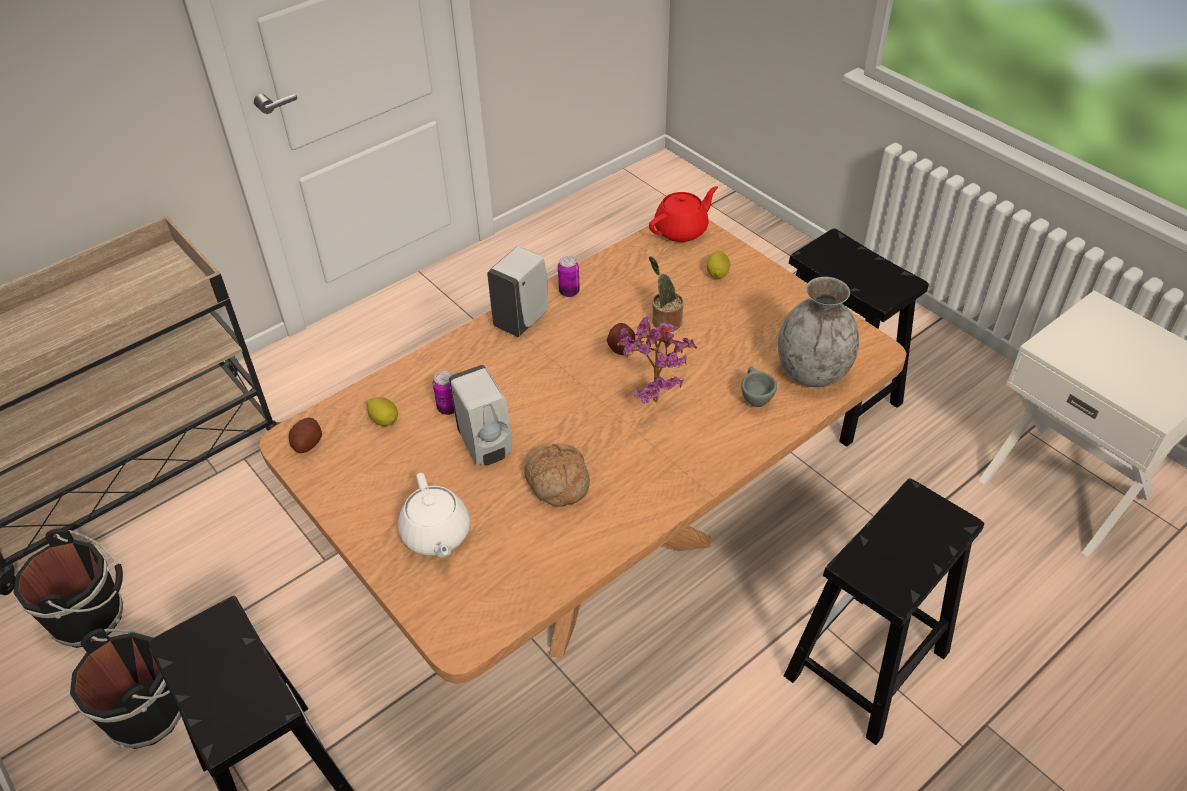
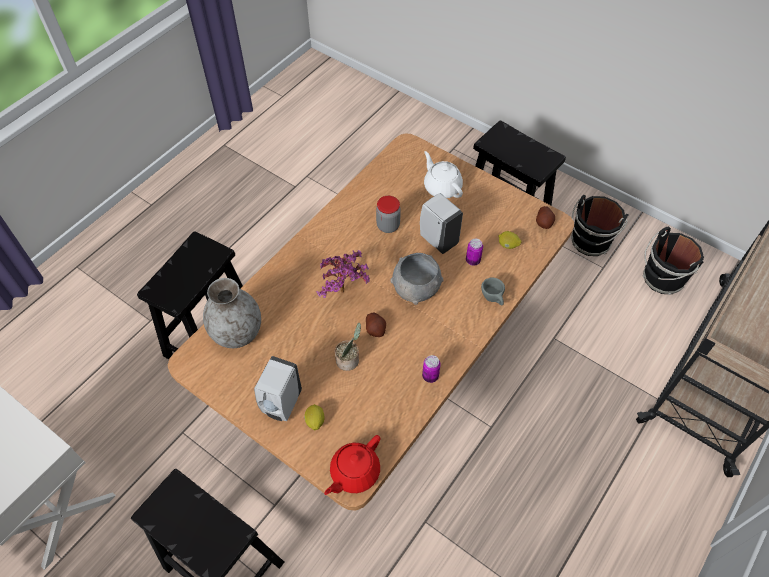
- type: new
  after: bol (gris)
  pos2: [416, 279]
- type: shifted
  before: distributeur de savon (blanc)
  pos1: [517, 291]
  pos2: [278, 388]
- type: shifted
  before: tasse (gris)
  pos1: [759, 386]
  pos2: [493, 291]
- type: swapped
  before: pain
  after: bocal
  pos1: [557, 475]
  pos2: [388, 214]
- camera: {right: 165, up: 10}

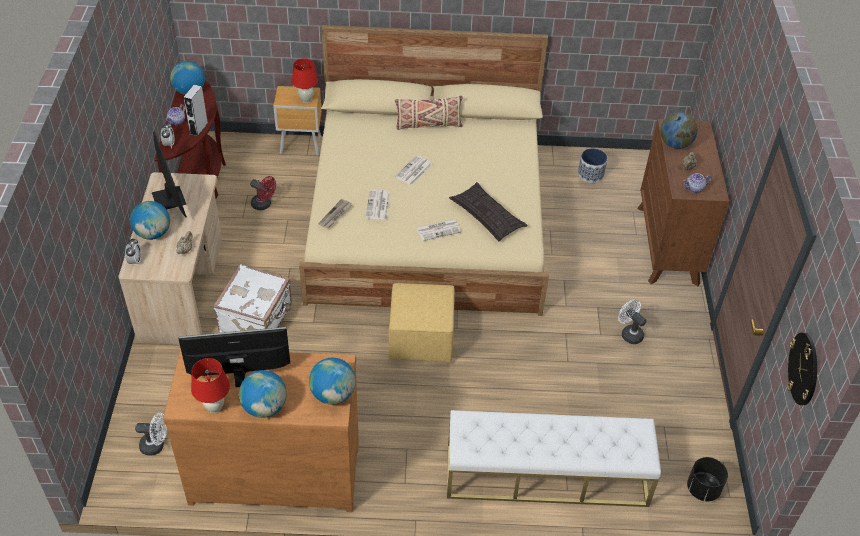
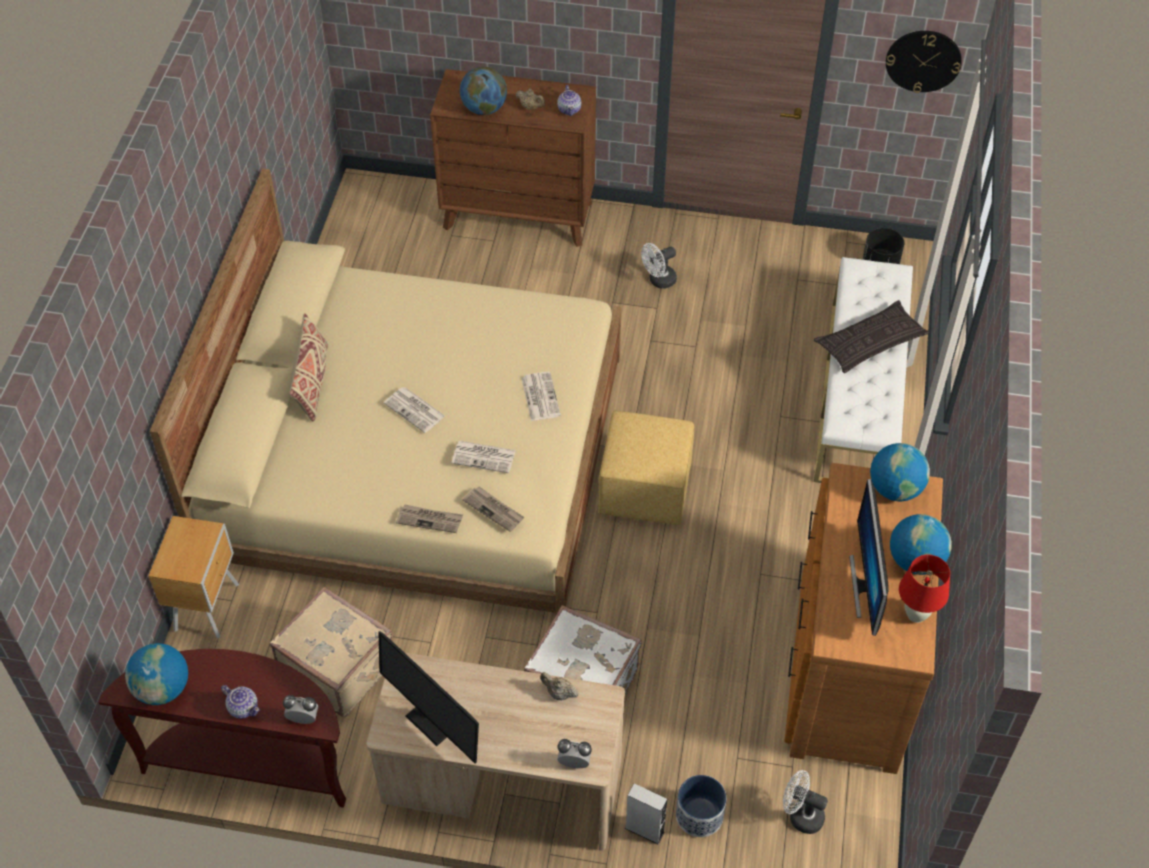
- type: gone
  before: globe
  pos1: [150, 220]
- type: gone
  before: lampe de table (rouge)
  pos1: [305, 80]
- type: new
  after: journal
  pos2: [429, 518]
- type: shifted
  before: enceinte (gris)
  pos1: [196, 110]
  pos2: [646, 813]
- type: shifted
  before: coussin
  pos1: [488, 211]
  pos2: [871, 336]
- type: shifted
  before: cache-pot
  pos1: [592, 165]
  pos2: [701, 806]
- type: swapped
  before: ventilateur (rouge)
  after: valise (beige)
  pos1: [263, 193]
  pos2: [331, 652]
- type: rotated
  before: ventilateur (blanc)
  pos1: [151, 434]
  pos2: [805, 802]
  turn: -75
- type: rotated
  before: écran d'ordinateur
  pos1: [169, 174]
  pos2: [428, 697]
  turn: -120
- camera: {right: -80, up: 5}

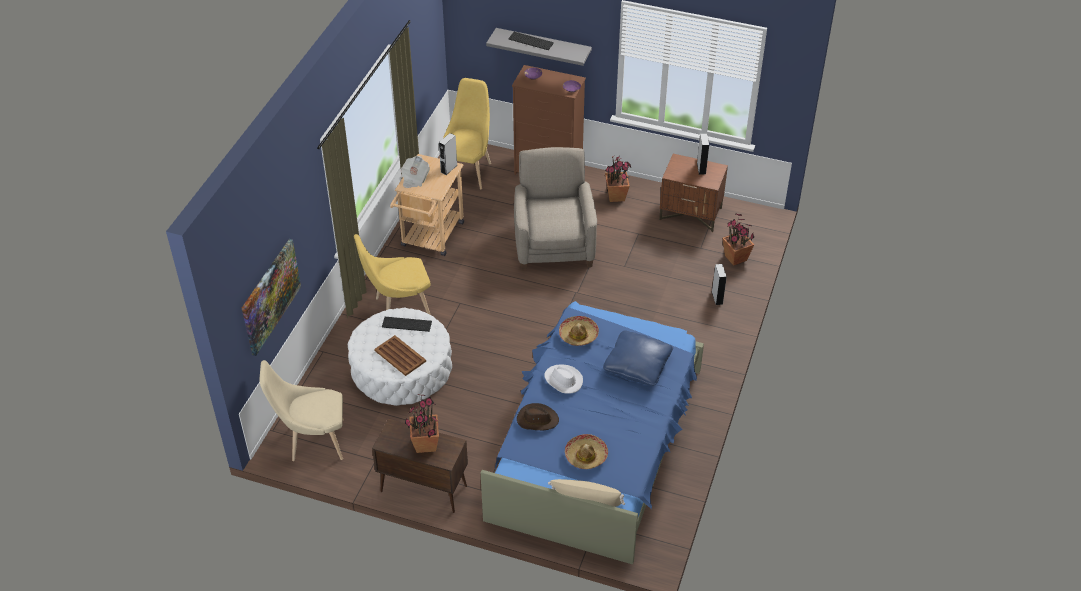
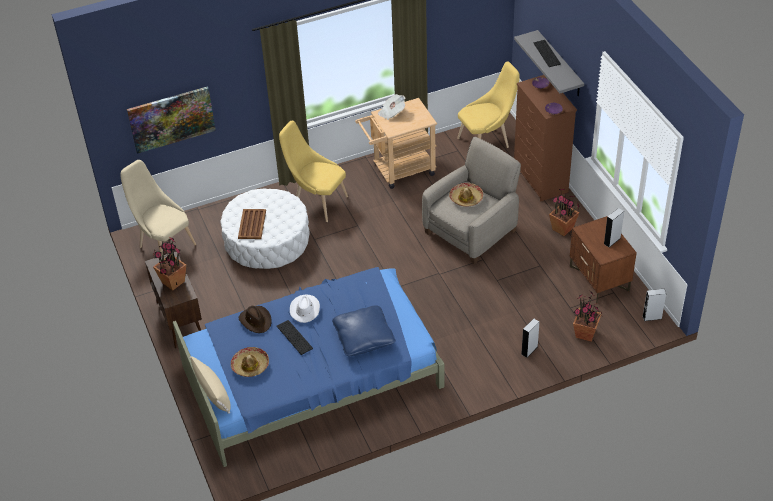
- type: shifted
  before: clavier
  pos1: [407, 324]
  pos2: [295, 337]
- type: shifted
  before: enceinte (gris)
  pos1: [448, 154]
  pos2: [654, 305]
- type: shifted
  before: chapeau
  pos1: [579, 331]
  pos2: [466, 195]
- camera: {right: 50, up: 0}

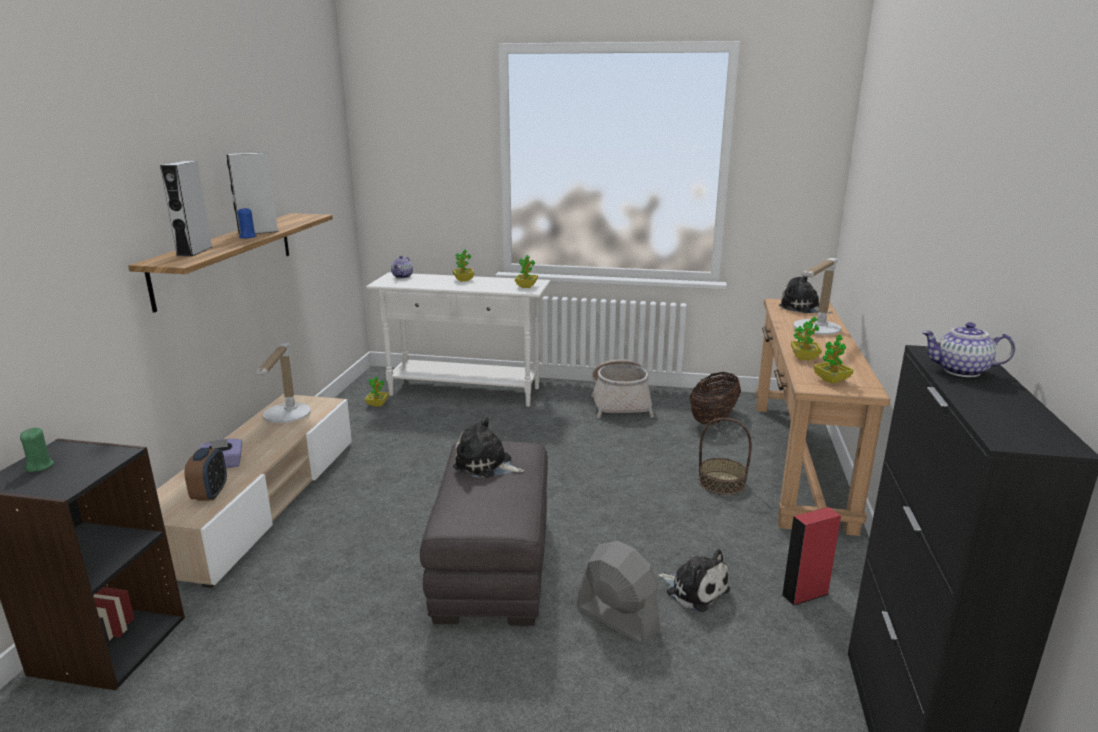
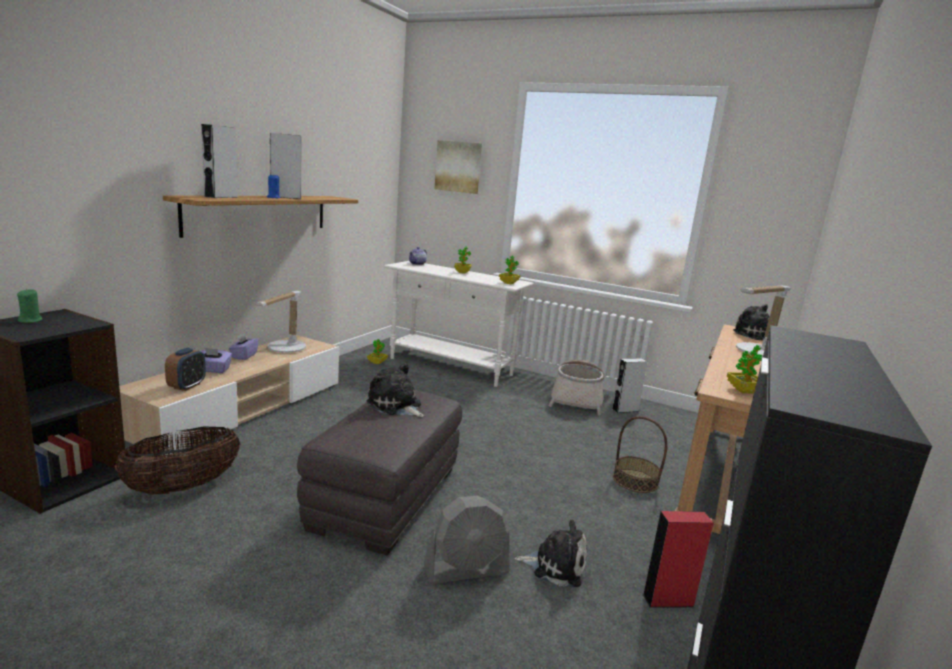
- type: gone
  before: plante en pot
  pos1: [806, 338]
- type: gone
  before: théière
  pos1: [968, 349]
- type: new
  after: boîte à mouchoirs (violet)
  pos2: [244, 346]
- type: new
  after: tableau
  pos2: [458, 167]
- type: new
  after: enceinte (gris)
  pos2: [630, 385]
- type: shifted
  before: panier
  pos1: [715, 398]
  pos2: [177, 460]
- type: rotated
  before: ventilateur (gris)
  pos1: [618, 592]
  pos2: [466, 540]
  turn: 105
- type: rotated
  before: peluche
  pos1: [693, 580]
  pos2: [551, 553]
  turn: -45
- camera: {right: 15, up: -5}

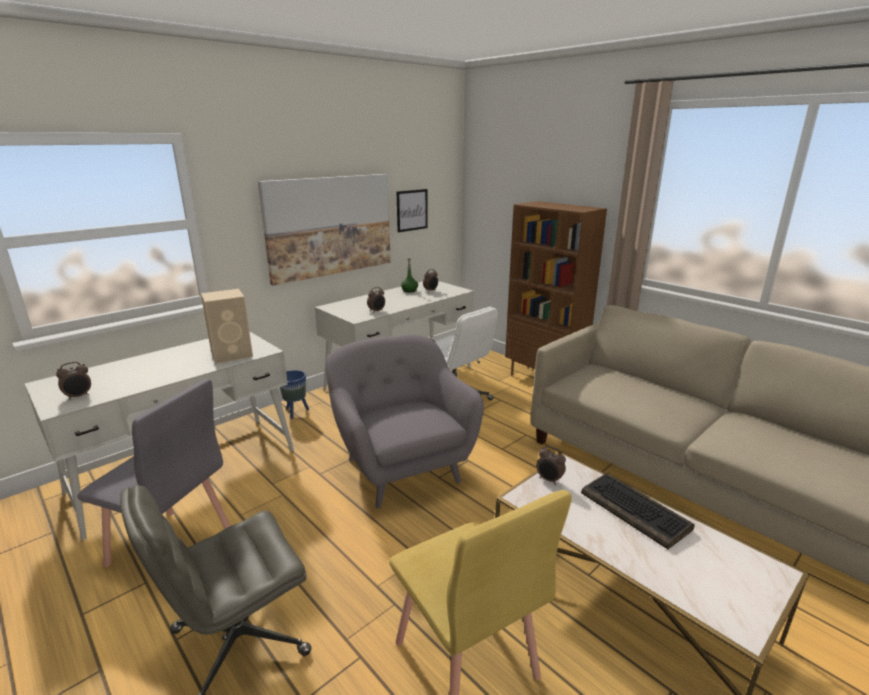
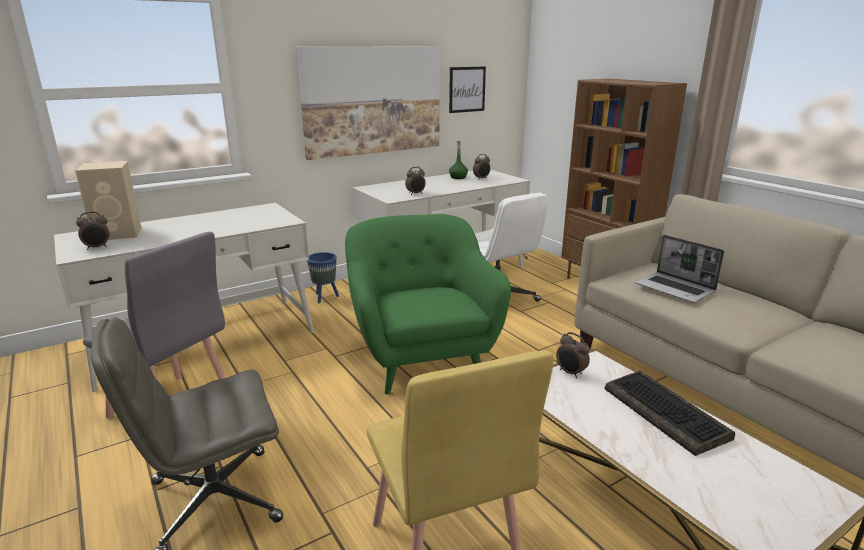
- type: new
  after: ordinateur portable
  pos2: [679, 269]
- type: shifted
  before: enceinte (beige)
  pos1: [227, 326]
  pos2: [108, 200]
- type: repainted
  before: fauteuil (gris)
  after: fauteuil (vert)
  pos1: [405, 421]
  pos2: [428, 304]
- camera: {right: 10, up: 0}

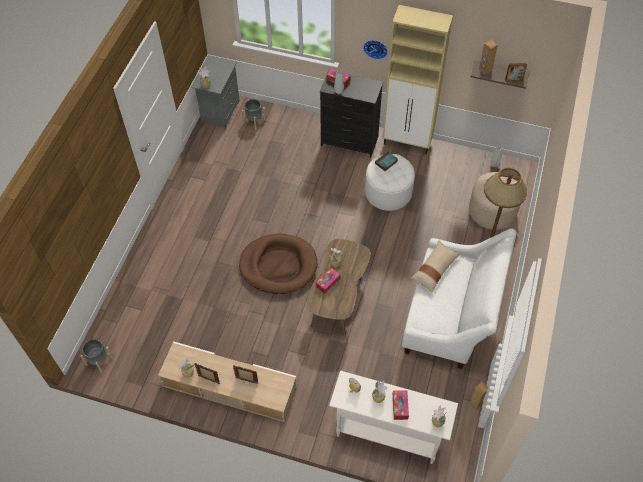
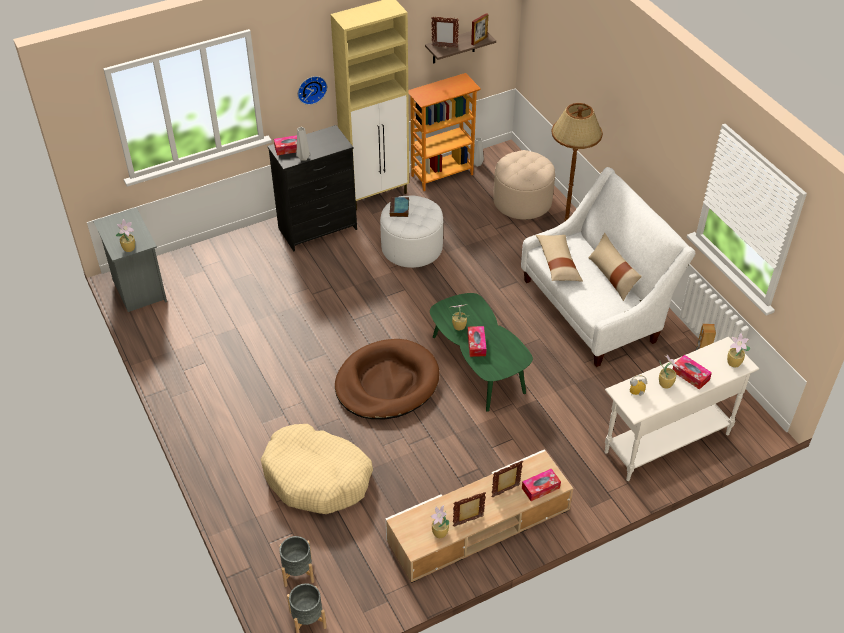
- type: new
  after: panier pour chien (beige)
  pos2: [316, 469]
- type: new
  after: bibliothèque
  pos2: [444, 132]
- type: new
  after: boîte à mouchoirs
  pos2: [541, 484]
- type: new
  after: coussin (beige)
  pos2: [615, 267]
- type: shifted
  before: cache-pot (gris)
  pos1: [254, 114]
  pos2: [296, 561]
- type: swapped
  before: enceinte (marron)
  after: cadre photo
  pos1: [488, 57]
  pos2: [445, 32]
- type: repainted
  before: table basse (marron)
  after: table basse (vert)
  pos1: [339, 287]
  pos2: [481, 352]
- camera: {right: -45, up: -10}

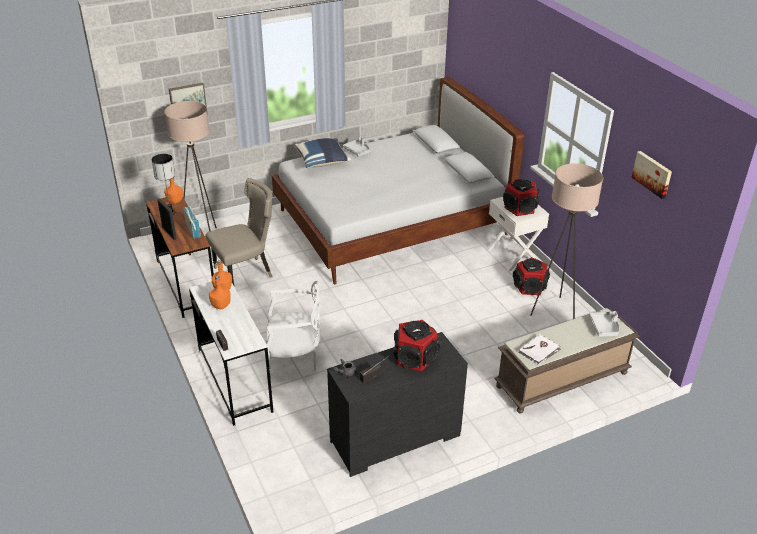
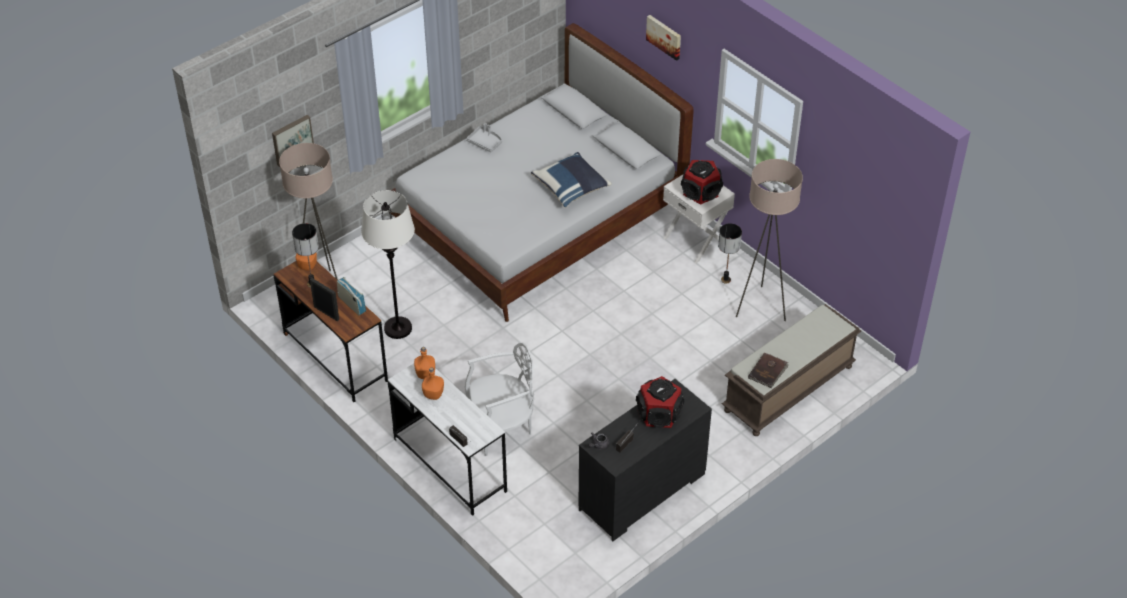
- type: gone
  before: plateau (gris)
  pos1: [604, 324]
- type: shifted
  before: coussin (bleu)
  pos1: [322, 153]
  pos2: [571, 180]
- type: shifted
  before: tableau
  pos1: [652, 175]
  pos2: [663, 38]
- type: swapped
  before: chaise (beige)
  after: lampadaire (blanc)
  pos1: [238, 231]
  pos2: [388, 264]
- type: swapped
  before: enceinte
  after: lampe de table
  pos1: [531, 276]
  pos2: [730, 253]
- type: repainted
  before: livre (blanc)
  after: livre (marron)
  pos1: [540, 350]
  pos2: [768, 370]
- camera: {right: -15, up: 10}

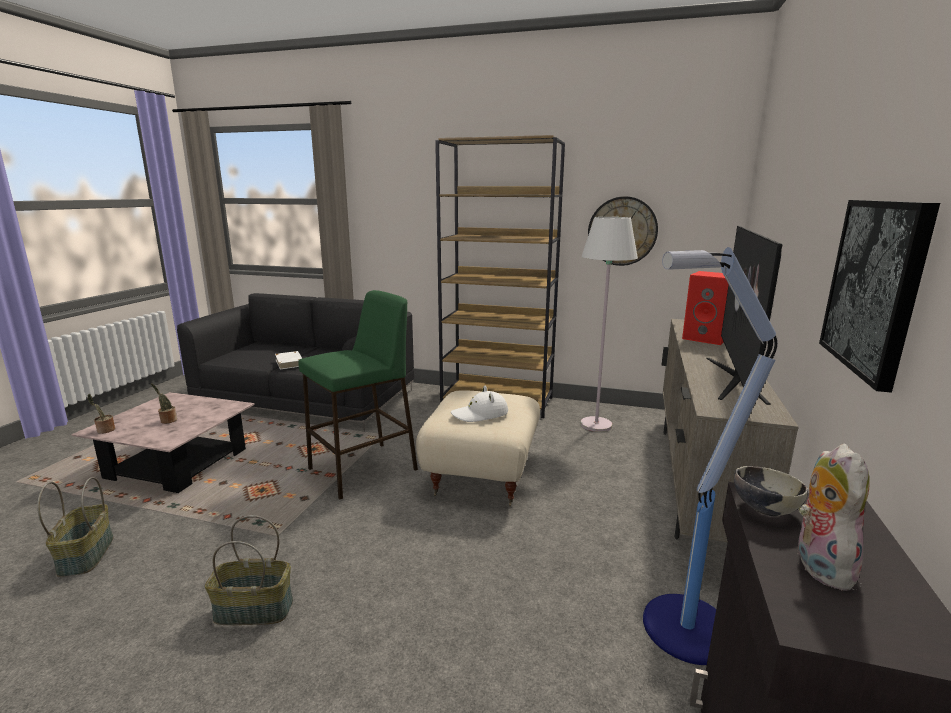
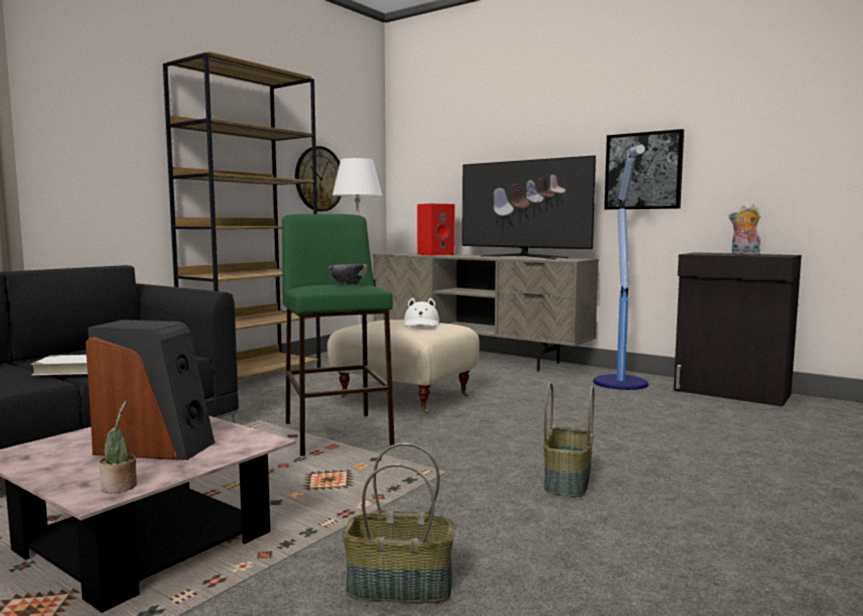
- type: shifted
  before: bol
  pos1: [771, 491]
  pos2: [348, 274]
- type: swapped
  before: plante en pot
  after: enceinte
  pos1: [164, 403]
  pos2: [150, 390]
- camera: {right: -70, up: -10}

